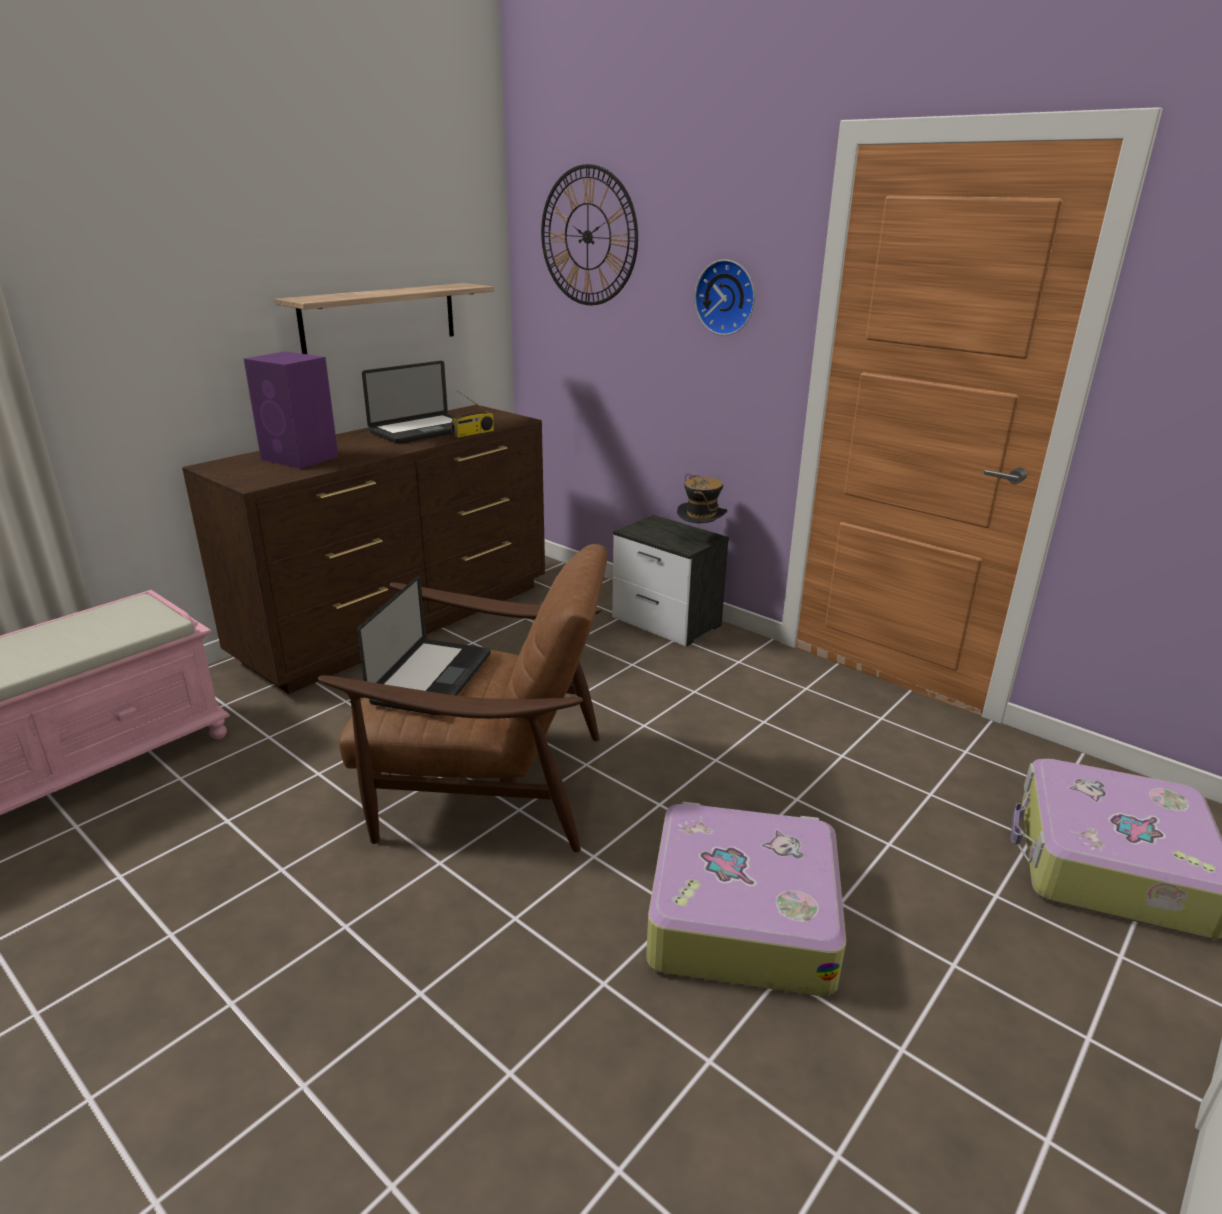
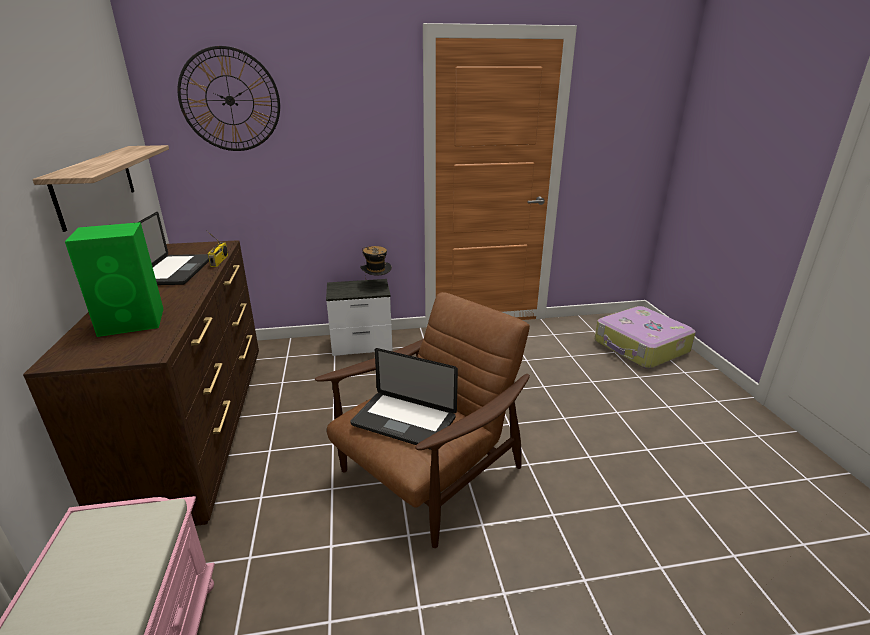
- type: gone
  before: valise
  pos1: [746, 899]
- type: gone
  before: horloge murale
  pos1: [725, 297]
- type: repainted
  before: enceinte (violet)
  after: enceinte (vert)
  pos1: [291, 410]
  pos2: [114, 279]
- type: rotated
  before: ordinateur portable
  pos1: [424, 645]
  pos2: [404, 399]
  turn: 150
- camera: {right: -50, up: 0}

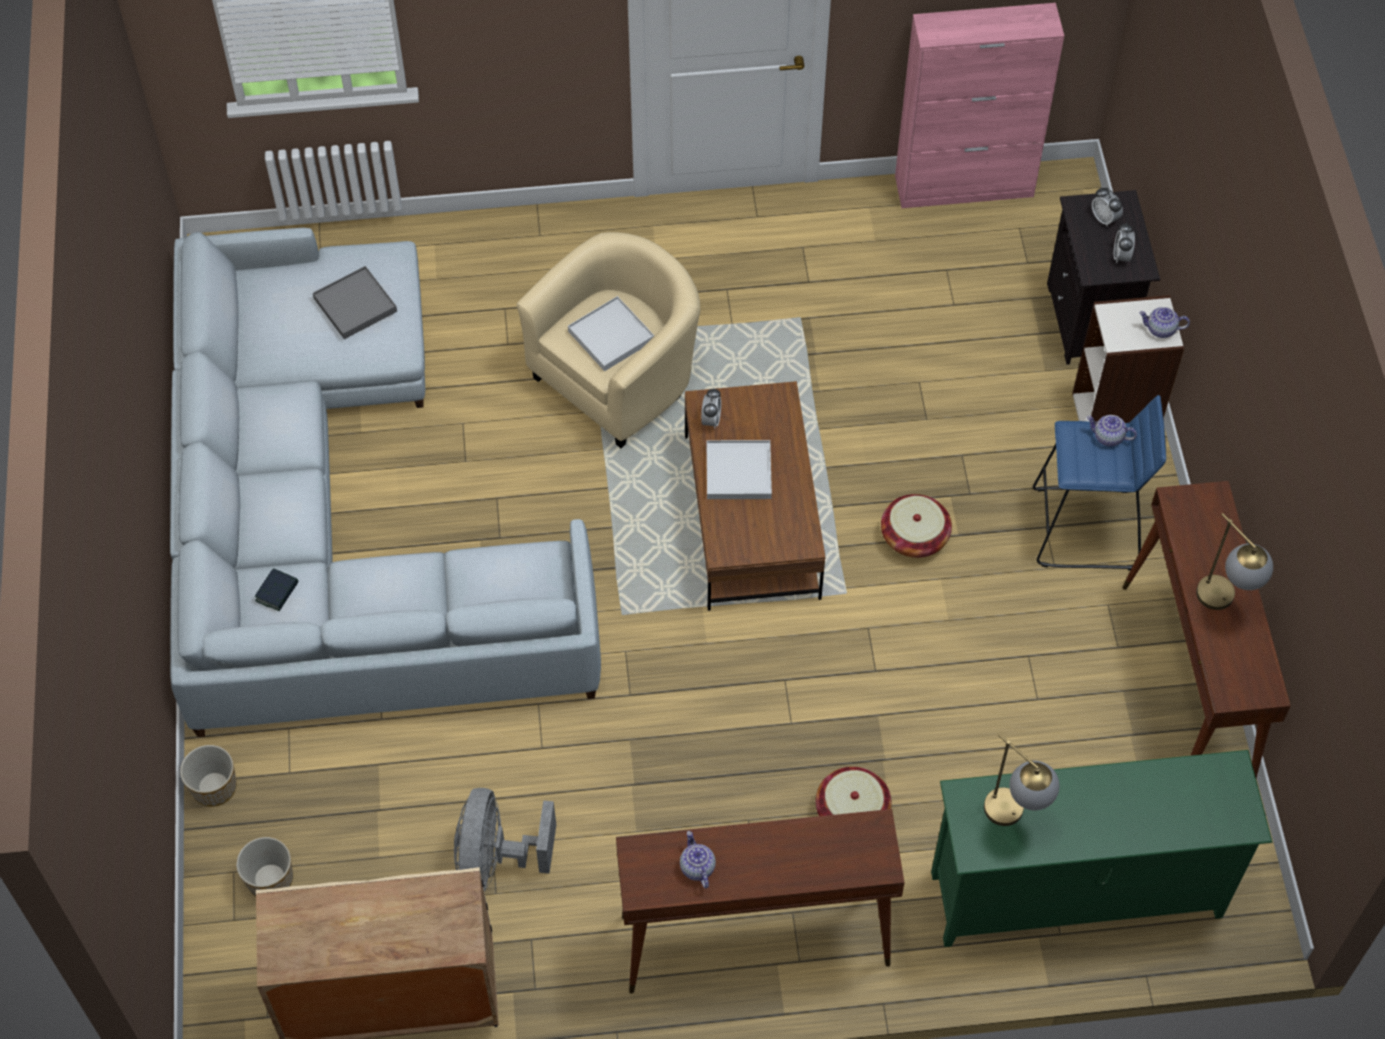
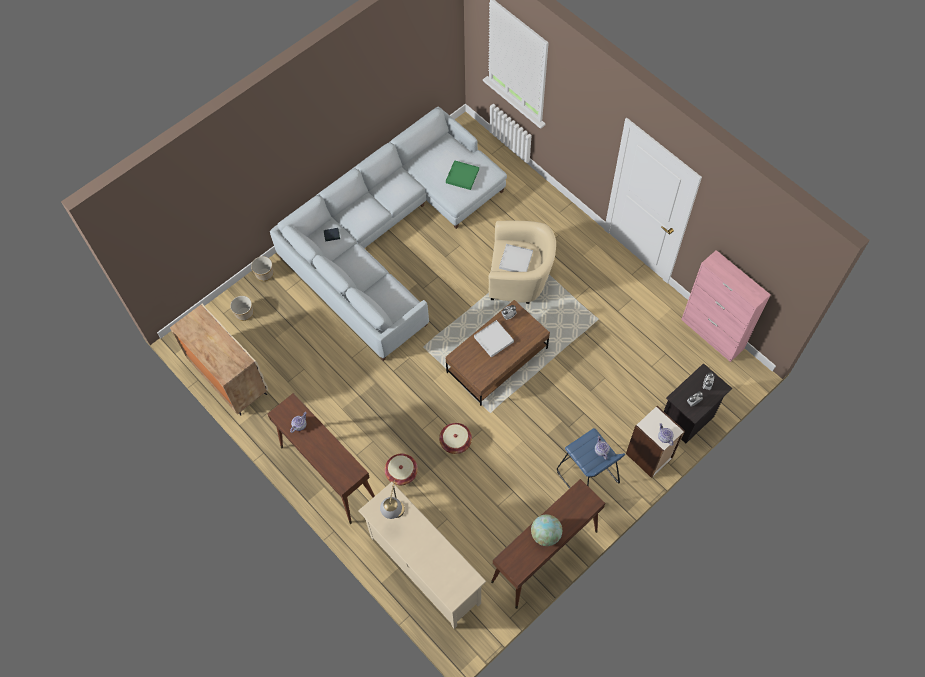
- type: gone
  before: ventilateur (gris)
  pos1: [505, 840]
- type: shifted
  before: panier
  pos1: [916, 526]
  pos2: [455, 438]
- type: swapped
  before: lampe de table
  after: globe
  pos1: [1234, 561]
  pos2: [546, 530]
- type: repainted
  before: plateau (gris)
  after: plateau (vert)
  pos1: [355, 302]
  pos2: [462, 175]
- type: repainted
  before: meuble télé (vert)
  after: meuble télé (beige)
  pos1: [1101, 848]
  pos2: [422, 555]
- camera: {right: 55, up: 5}

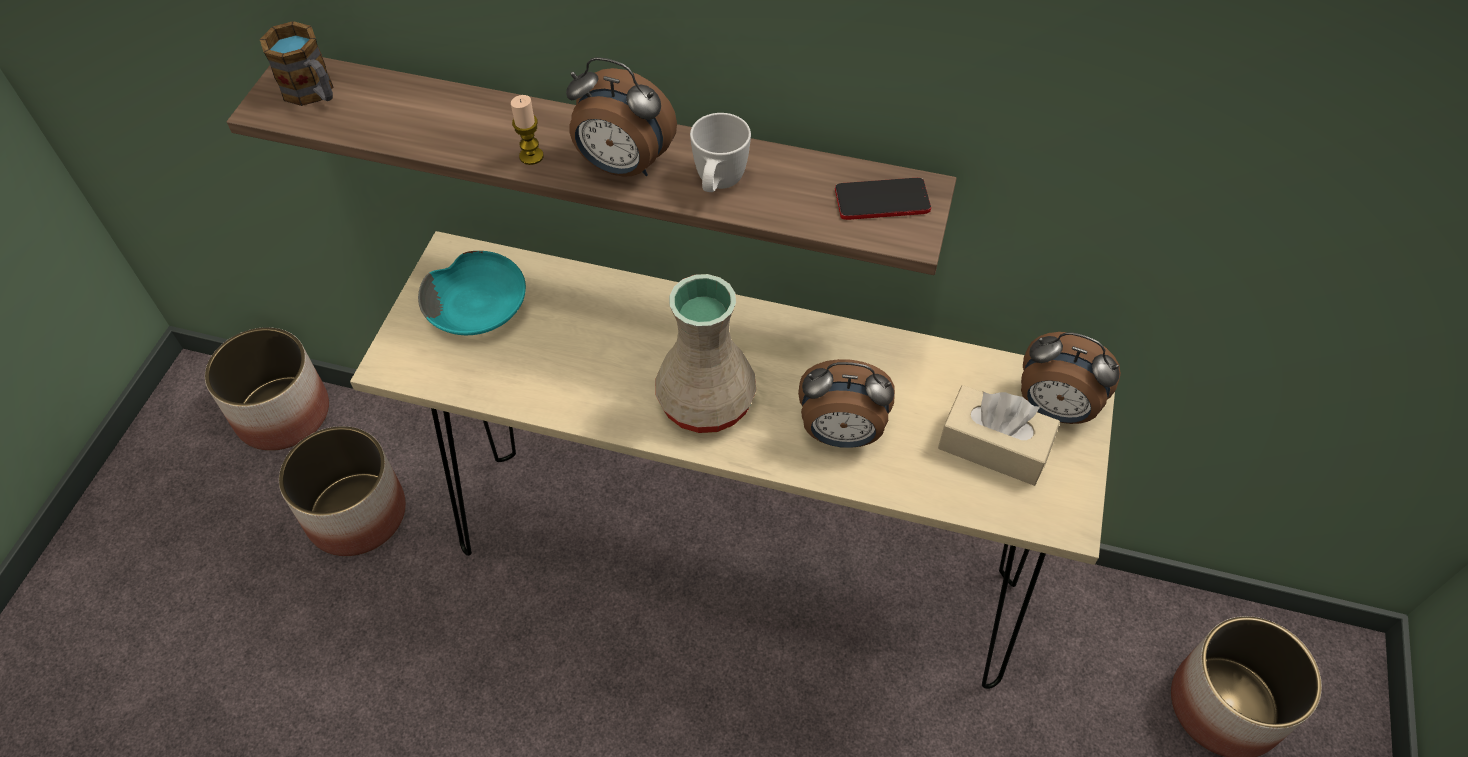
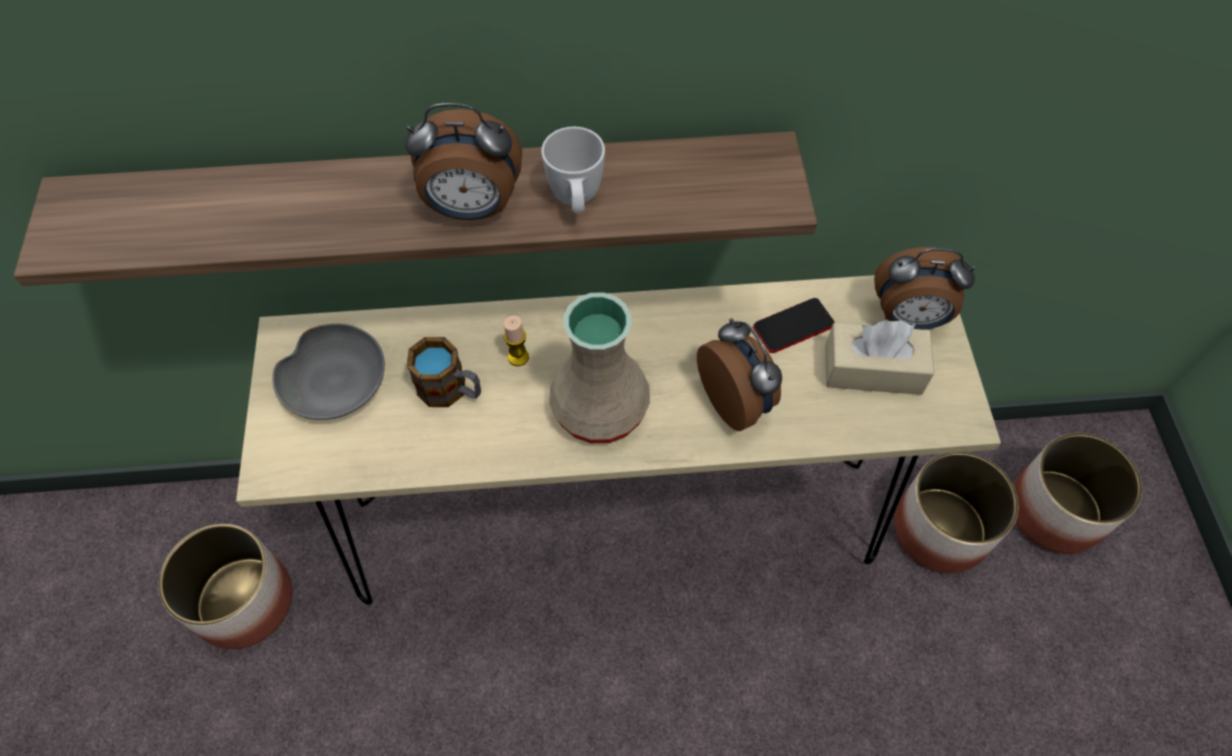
- type: shifted
  before: cache-pot
  pos1: [267, 389]
  pos2: [956, 513]
- type: shifted
  before: mug
  pos1: [296, 63]
  pos2: [443, 372]
- type: shifted
  before: bougie
  pos1: [527, 130]
  pos2: [516, 340]
- type: shifted
  before: téléphone
  pos1: [883, 199]
  pos2: [794, 325]
- type: repainted
  before: bol (turquoise)
  after: bol (gris)
  pos1: [472, 293]
  pos2: [328, 372]
- type: rotated
  before: réveil
  pos1: [846, 403]
  pos2: [739, 374]
  turn: -105
- camera: {right: -20, up: 5}

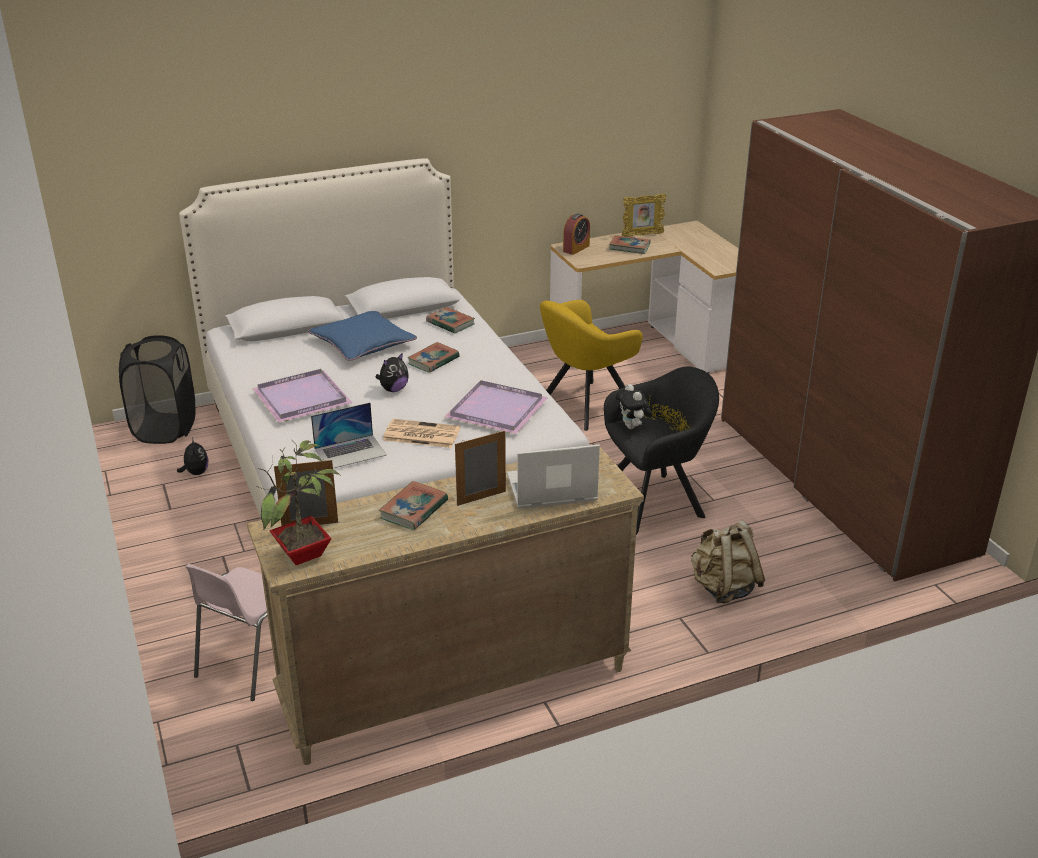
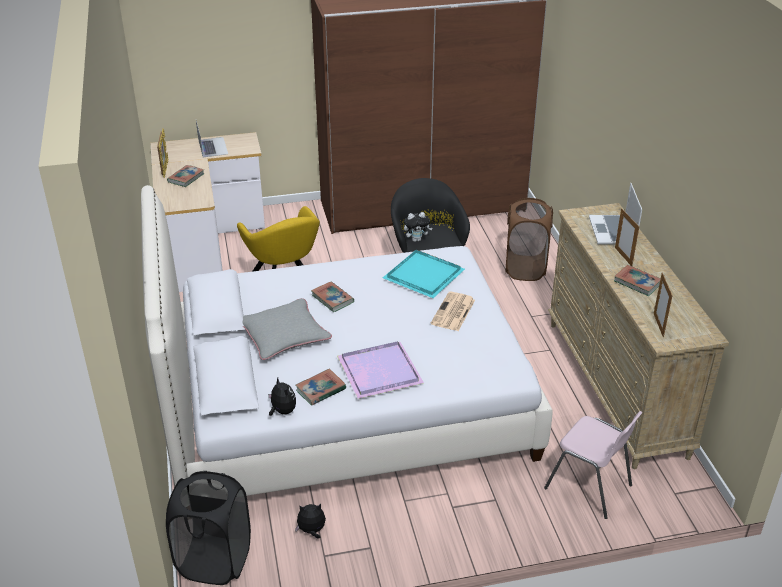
- type: gone
  before: plante en pot
  pos1: [298, 502]
- type: gone
  before: réveil
  pos1: [576, 234]
- type: shifted
  before: ordinateur portable
  pos1: [349, 435]
  pos2: [212, 139]
- type: shifted
  before: peluche
  pos1: [392, 372]
  pos2: [282, 396]
- type: shifted
  before: livre
  pos1: [450, 320]
  pos2: [320, 387]
- type: swapped
  before: sac à dos (beige)
  after: panier à linge (marron)
  pos1: [728, 562]
  pos2: [529, 239]
- type: repainted
  before: coussin (bleu)
  after: coussin (gris)
  pos1: [362, 336]
  pos2: [287, 329]
- type: repainted
  before: plateau (violet)
  after: plateau (turquoise)
  pos1: [496, 407]
  pos2: [424, 274]
- camera: {right: -80, up: 5}

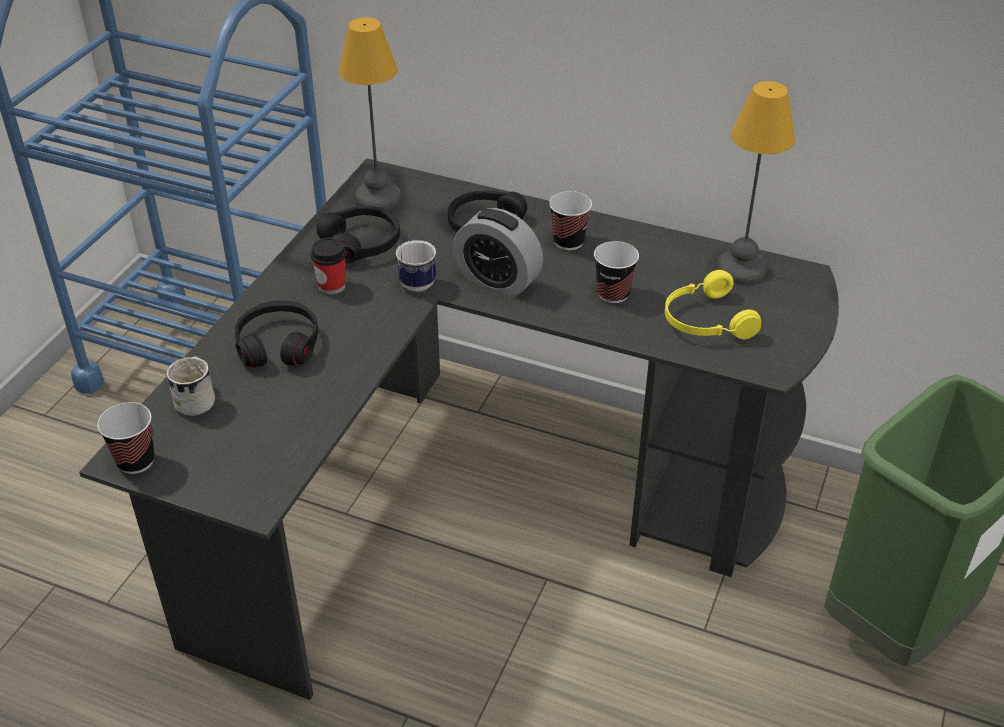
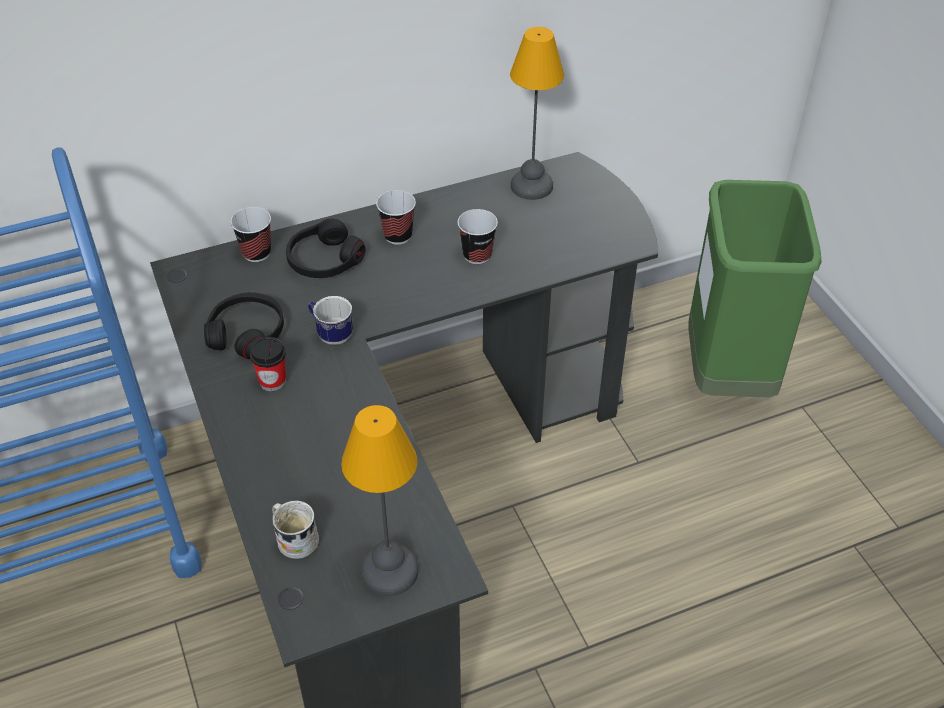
- type: gone
  before: casque audio (noir)
  pos1: [276, 334]
- type: gone
  before: réveil
  pos1: [498, 252]
- type: gone
  before: casque audio (jaune)
  pos1: [713, 304]
- type: shifted
  before: tasse
  pos1: [125, 438]
  pos2: [251, 234]
- type: shifted
  before: lampe de table
  pos1: [369, 113]
  pos2: [379, 500]
- camera: {right: -45, up: 5}

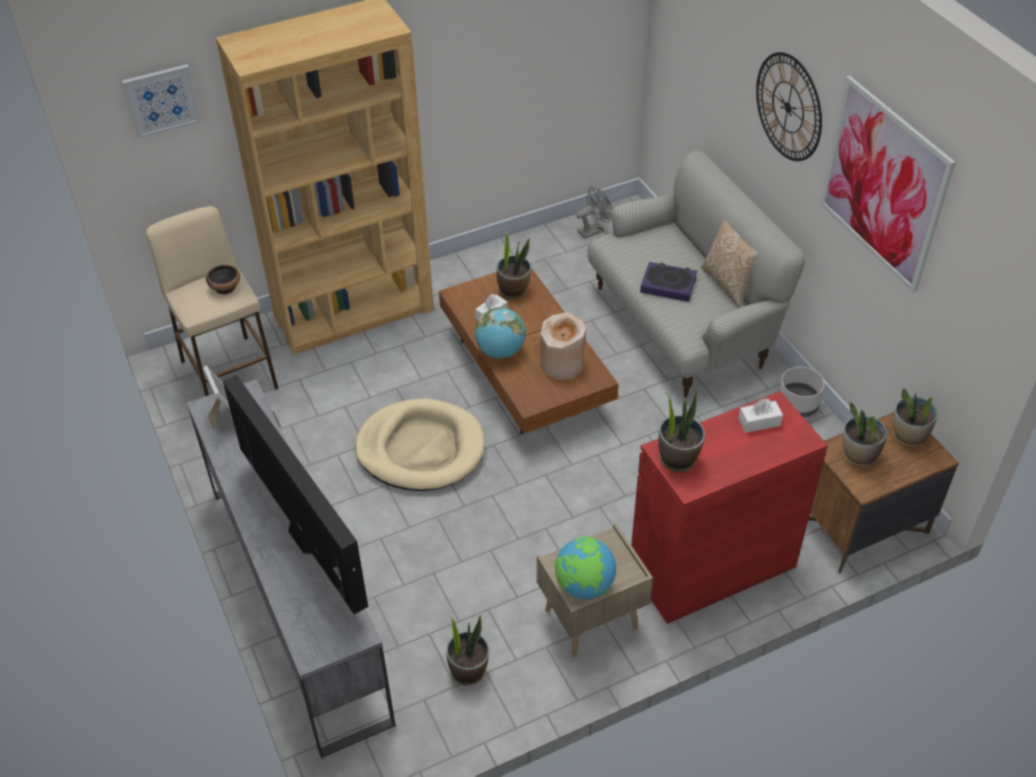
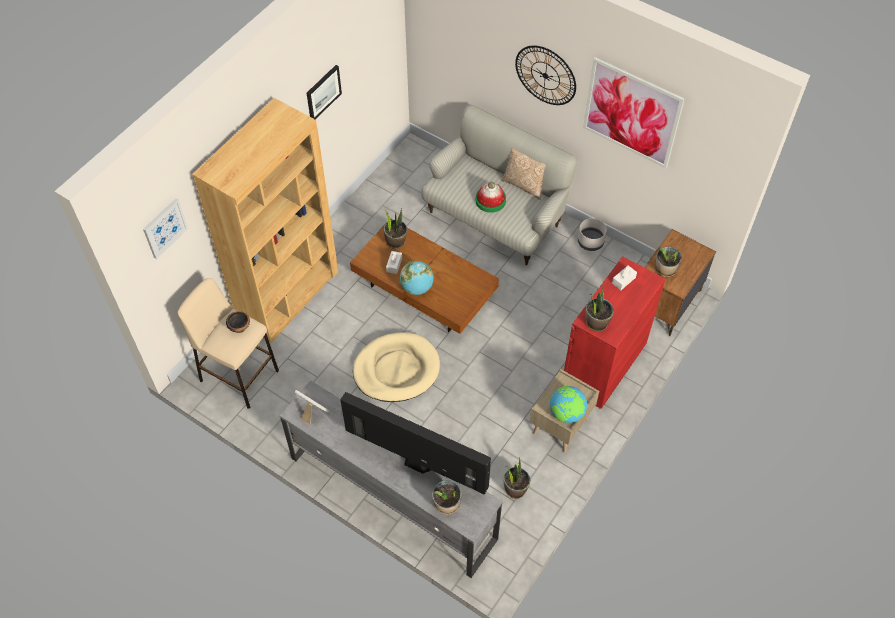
- type: gone
  before: vase (beige)
  pos1: [563, 346]
- type: gone
  before: ventilateur (gris)
  pos1: [594, 213]
- type: new
  after: tableau
  pos2: [324, 92]
- type: shifted
  before: plante en pot
  pos1: [915, 417]
  pos2: [447, 497]
- type: swapped
  before: livre
  after: chapeau
  pos1: [668, 282]
  pos2: [491, 197]
- camera: {right: -30, up: 10}

